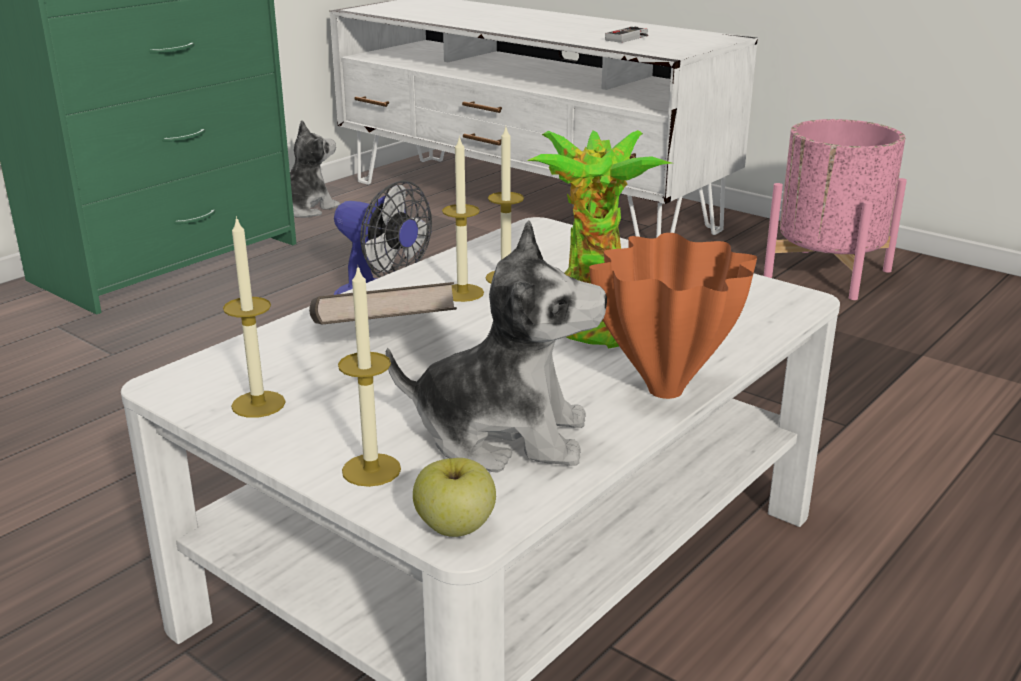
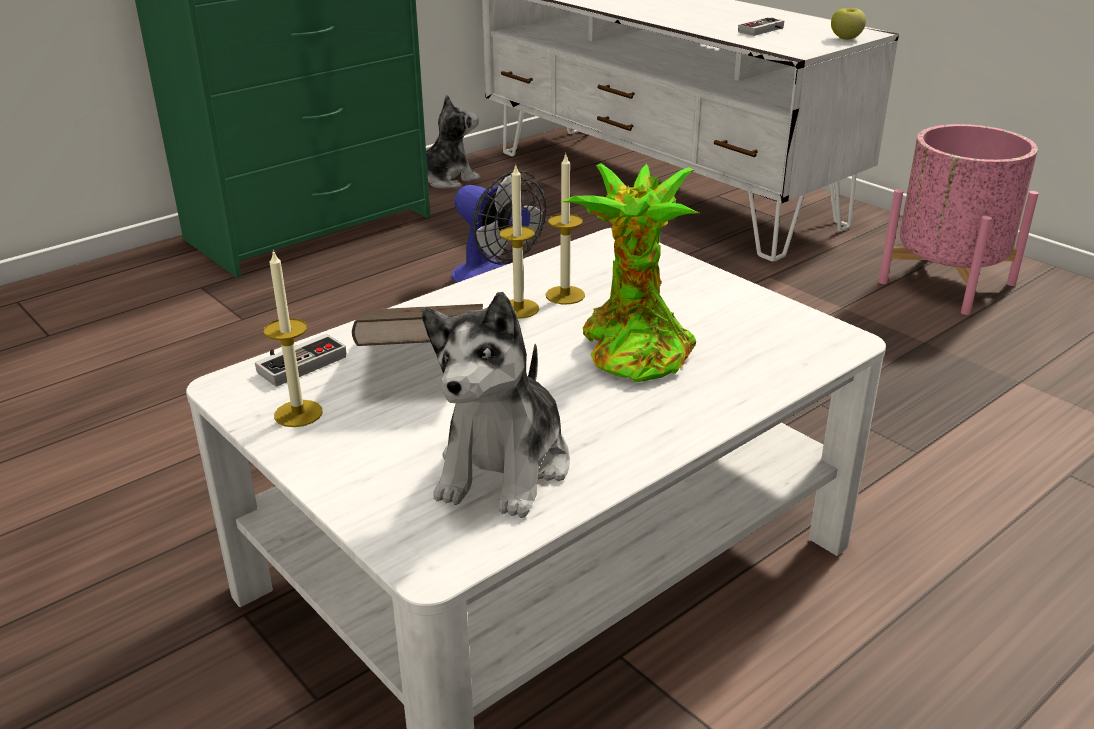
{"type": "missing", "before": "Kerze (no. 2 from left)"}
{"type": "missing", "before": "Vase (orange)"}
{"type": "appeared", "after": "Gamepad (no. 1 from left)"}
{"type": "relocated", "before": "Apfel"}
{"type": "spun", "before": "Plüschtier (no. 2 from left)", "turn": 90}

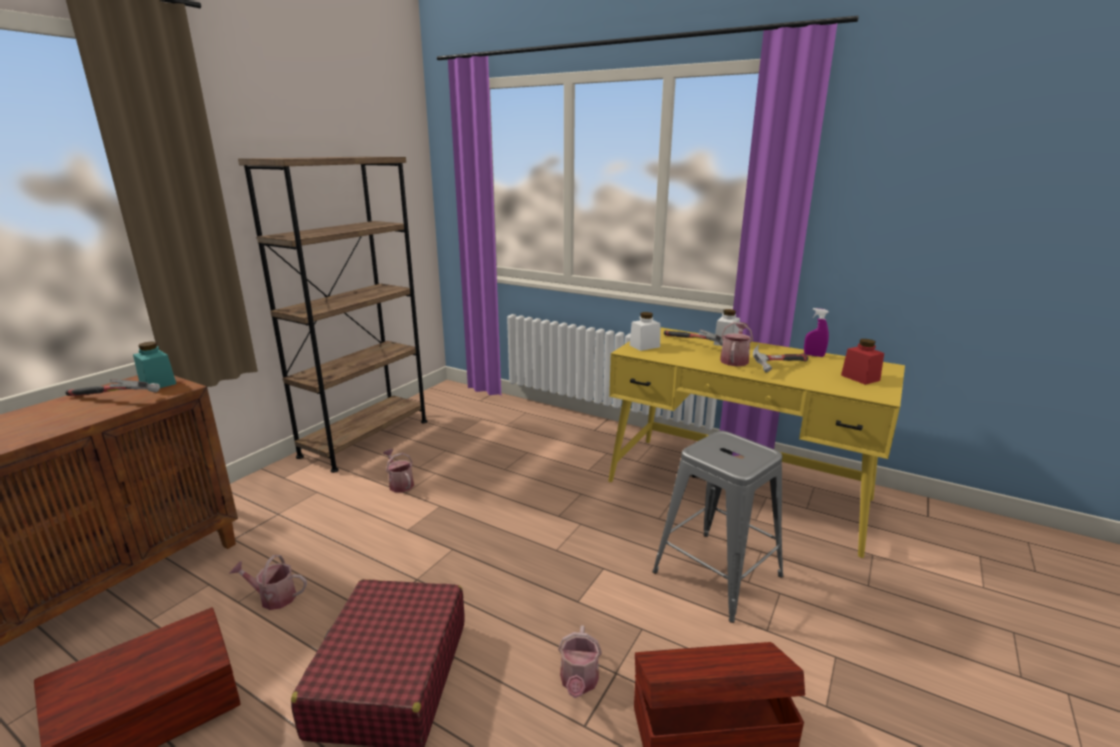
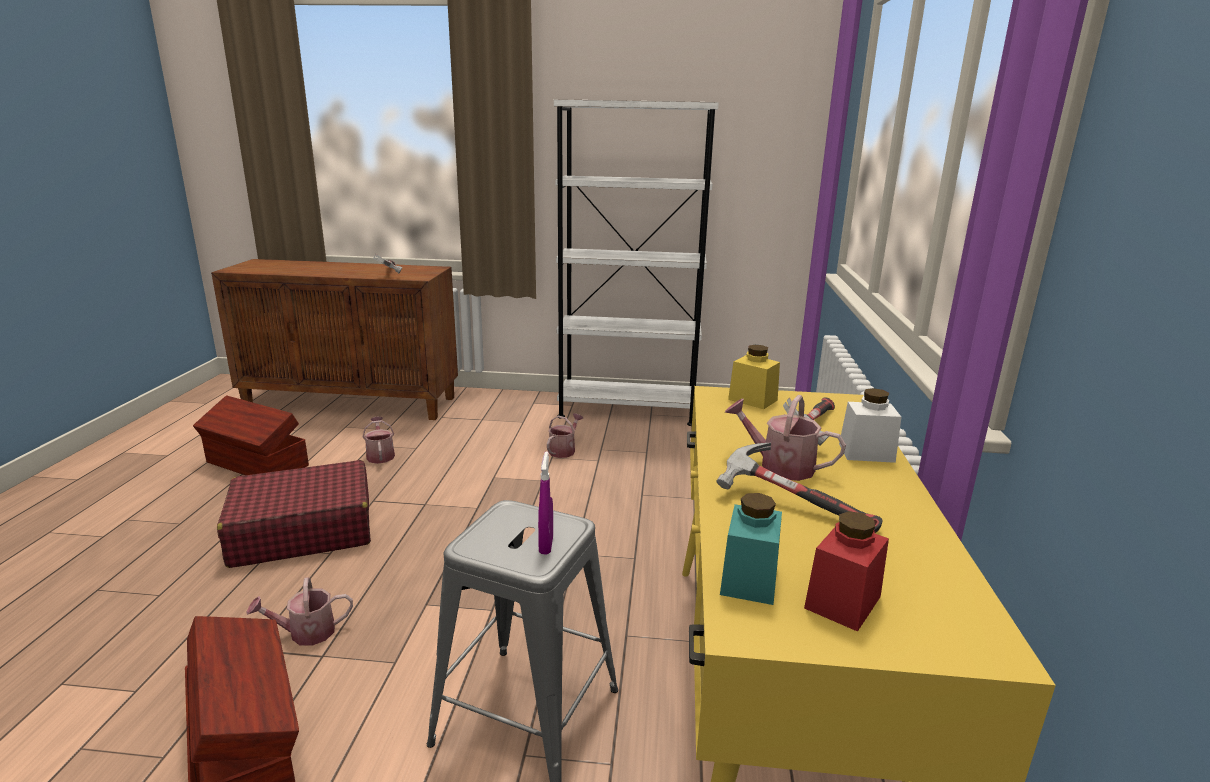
{"type": "relocated", "before": "Vorratsglas (türkis)"}
{"type": "relocated", "before": "Sprühflasche (lila)"}
{"type": "colour", "before": "Bücherregal (braun)", "after": "Bücherregal (weiß)"}
{"type": "colour", "before": "Vorratsglas (weiß) (no. 1 from left)", "after": "Vorratsglas (gelb)"}
{"type": "spun", "before": "Gießkanne (no. 4 from left)", "turn": -150}

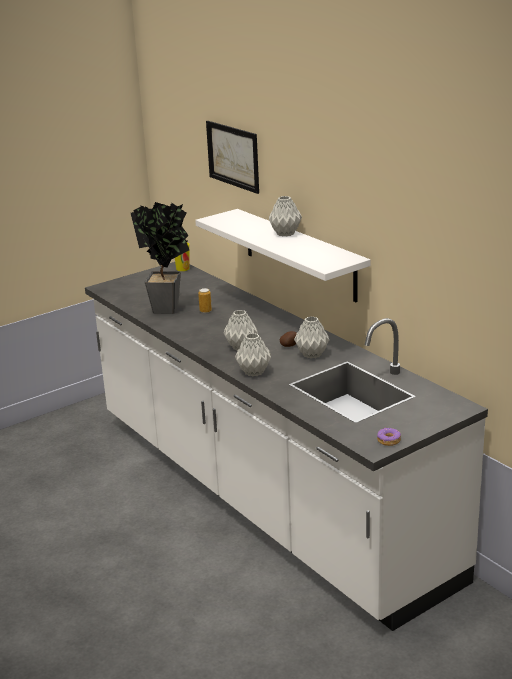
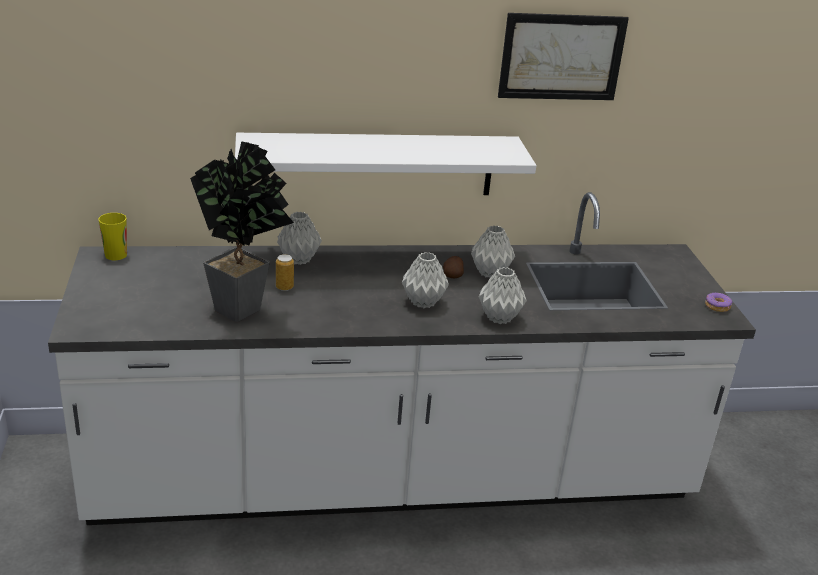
{"type": "relocated", "before": "Bild"}
{"type": "relocated", "before": "Vase (grau) (no. 3 from left in the first image)", "after": "Vase (grau) (no. 1 from left)"}

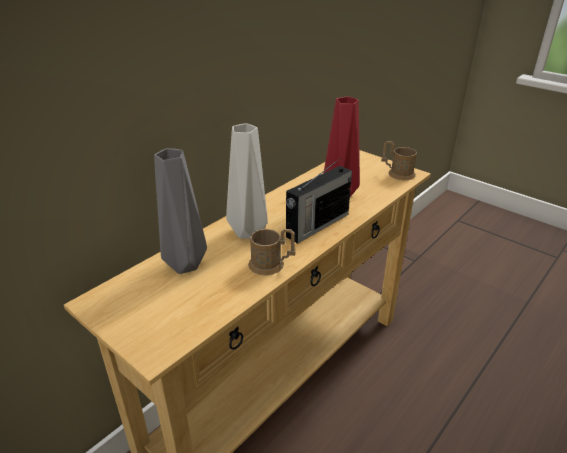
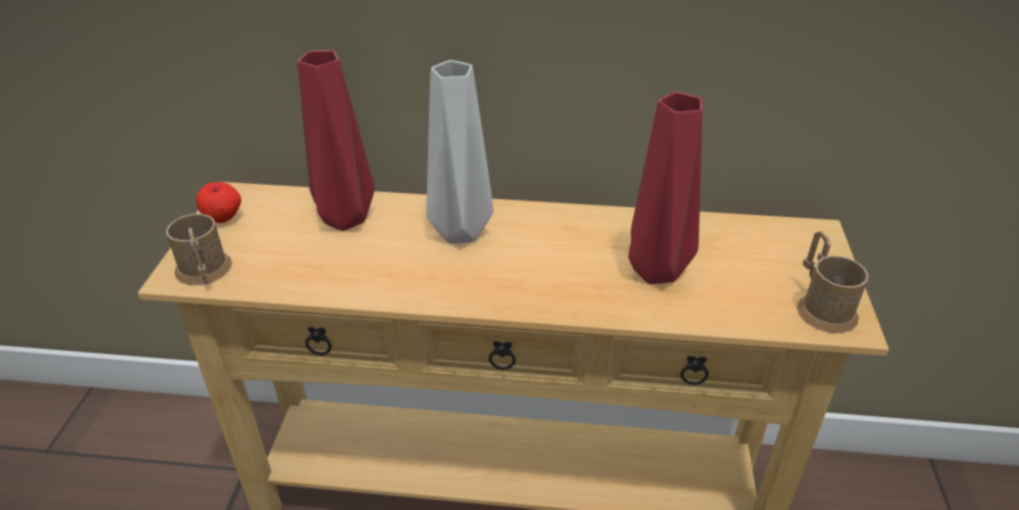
{"type": "missing", "before": "Radio"}
{"type": "appeared", "after": "Apfel"}
{"type": "relocated", "before": "Henkelbecher (braun) (no. 1 from left)"}
{"type": "colour", "before": "Vase (grau) (no. 1 from left)", "after": "Vase (rot) (no. 1 from left)"}

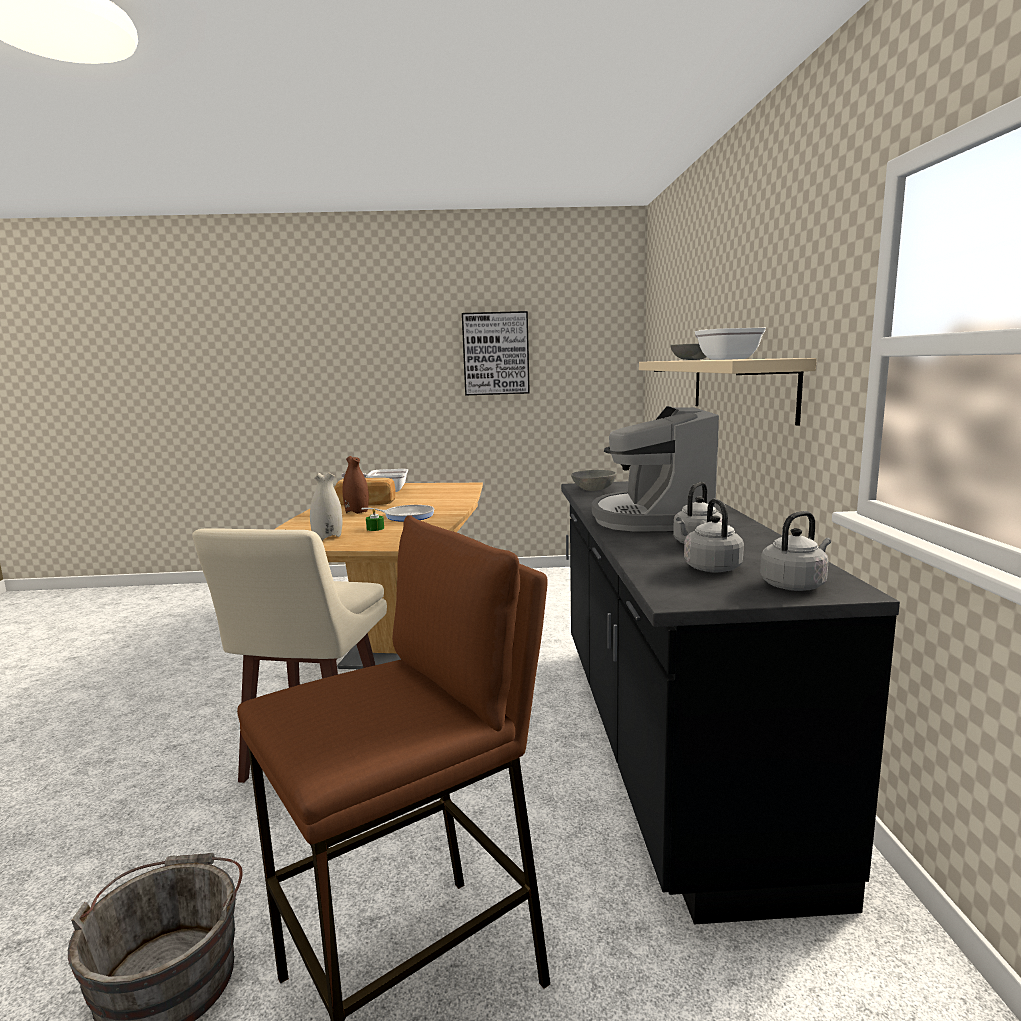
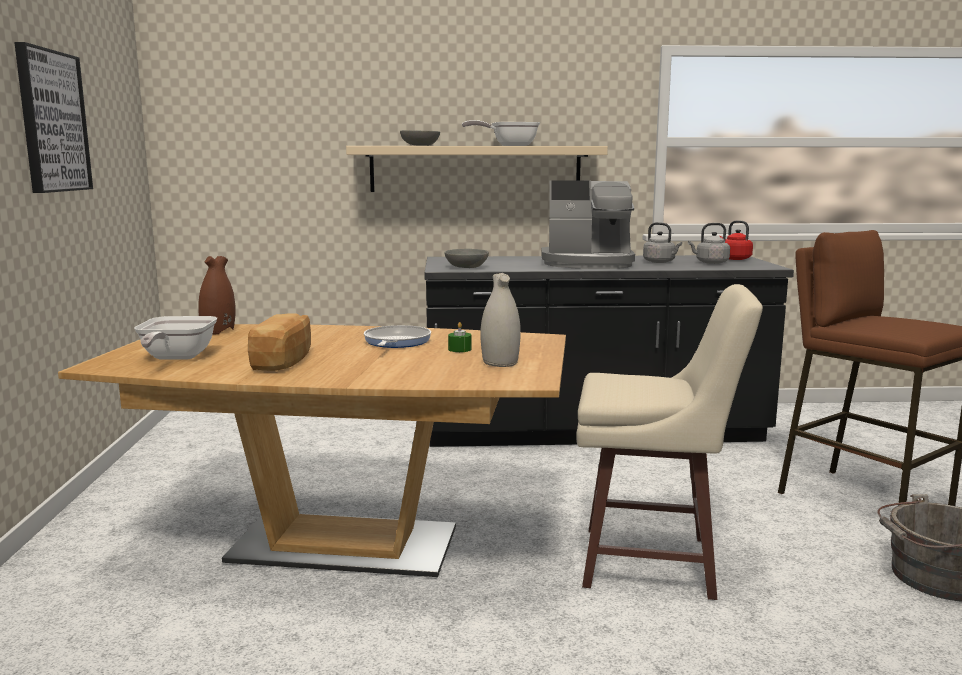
{"type": "relocated", "before": "Vase (braun)"}
{"type": "colour", "before": "Wasserkessel (grau) (no. 3 from left)", "after": "Wasserkessel (rot)"}

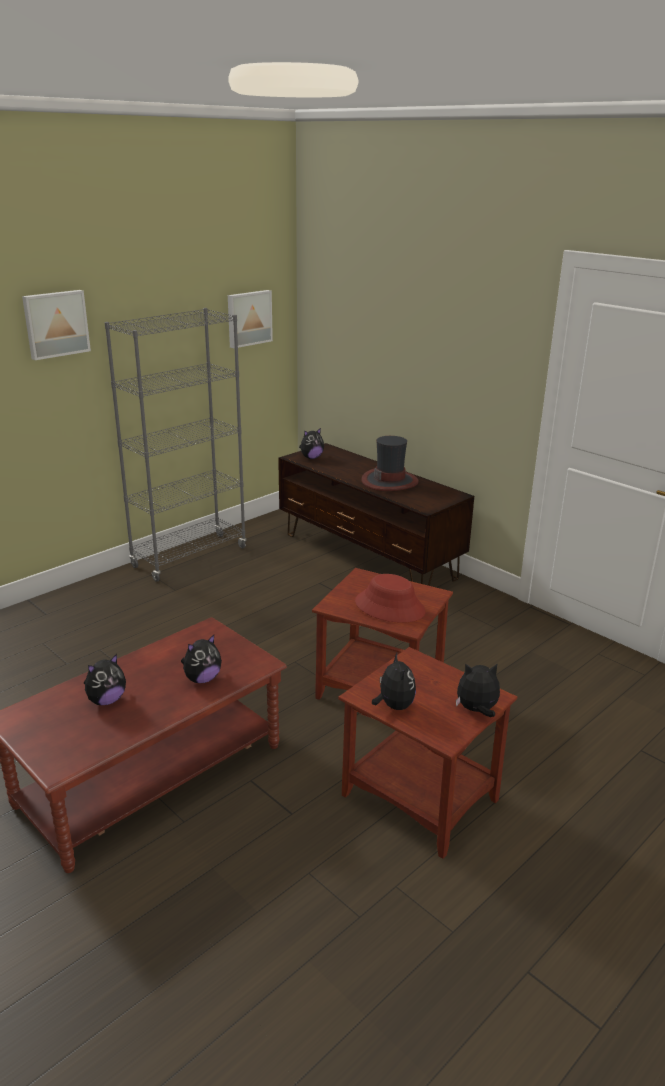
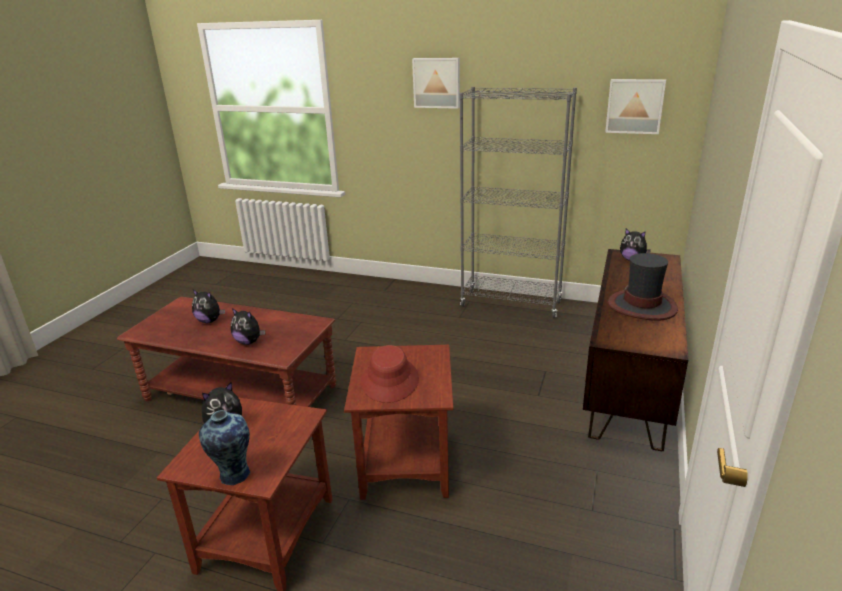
{"type": "exchanged", "before": "Plüschtier (no. 5 from left)", "after": "Vase"}

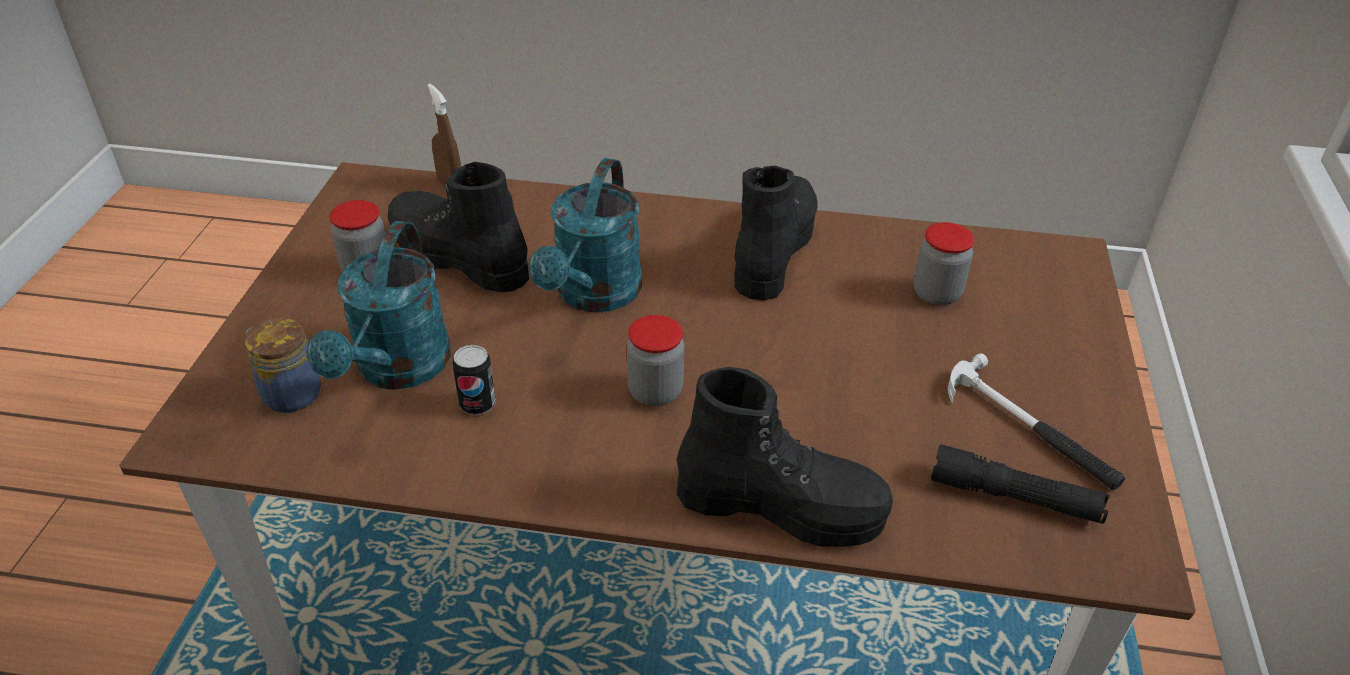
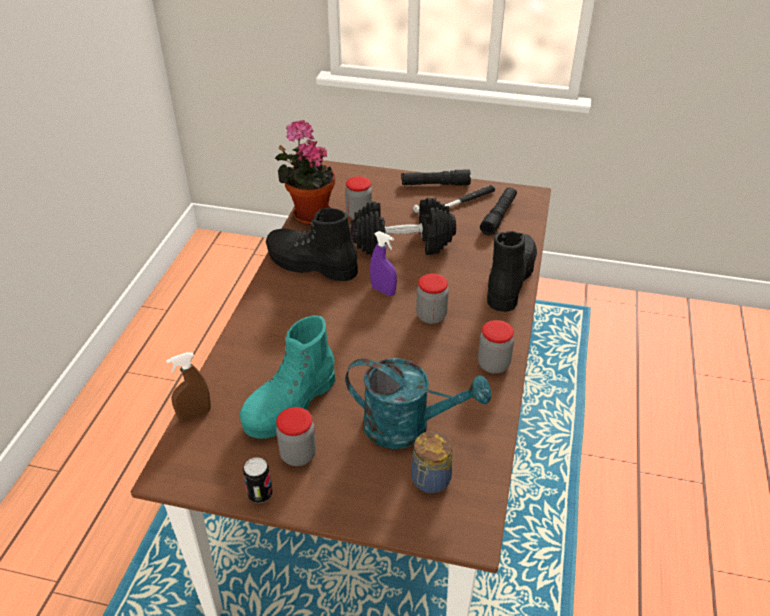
{"type": "missing", "before": "Gießkanne (türkis) (no. 2 from left)"}
{"type": "appeared", "after": "Topfpflanze"}
{"type": "appeared", "after": "Hantel (schwarz)"}
{"type": "appeared", "after": "Sprühflasche (lila)"}
{"type": "appeared", "after": "Taschenlampe (schwarz) (no. 1 from left)"}
{"type": "appeared", "after": "Vorratsglas (no. 5 from left)"}
{"type": "relocated", "before": "Dose"}
{"type": "colour", "before": "Stiefel (schwarz) (no. 1 from left)", "after": "Stiefel (türkis)"}

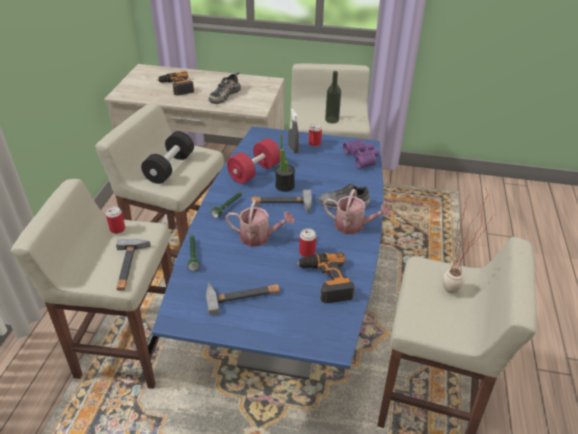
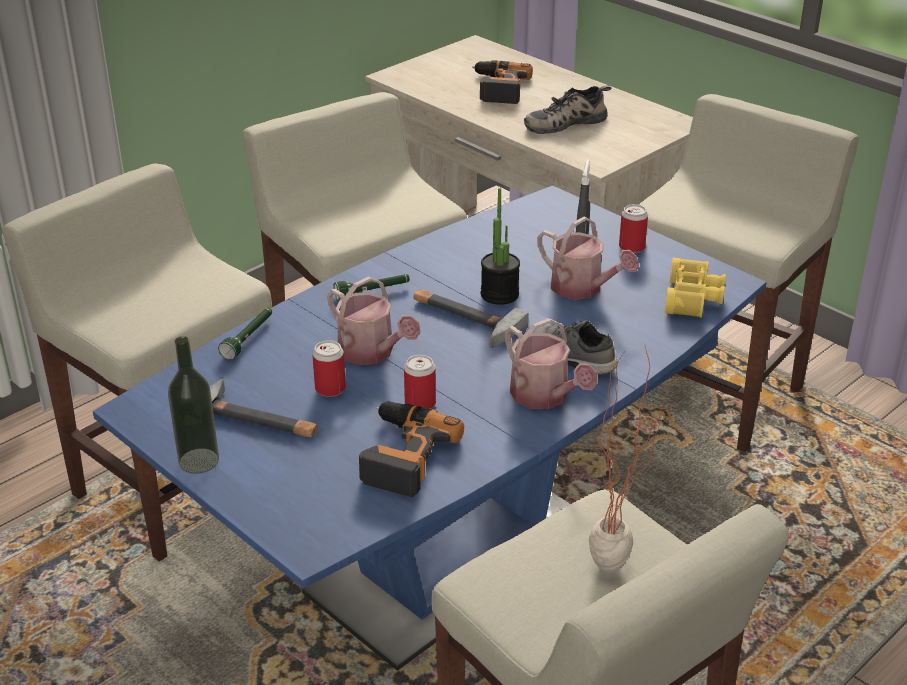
{"type": "missing", "before": "Hammer (no. 1 from left)"}
{"type": "missing", "before": "Hantel (schwarz)"}
{"type": "missing", "before": "Hantel (rot)"}
{"type": "appeared", "after": "Gießkanne (no. 3 from left)"}
{"type": "relocated", "before": "Dose (no. 1 from left)"}
{"type": "relocated", "before": "Flasche"}
{"type": "colour", "before": "Fernglas (lila)", "after": "Fernglas (gelb)"}

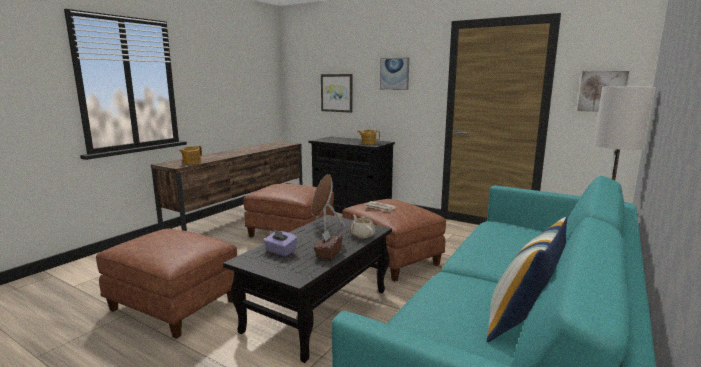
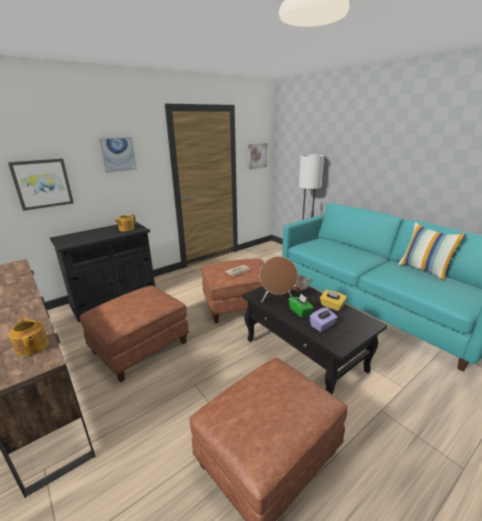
{"type": "appeared", "after": "Taschentuchbox (grün)"}
{"type": "colour", "before": "Taschentuchbox (braun)", "after": "Taschentuchbox (gelb)"}

